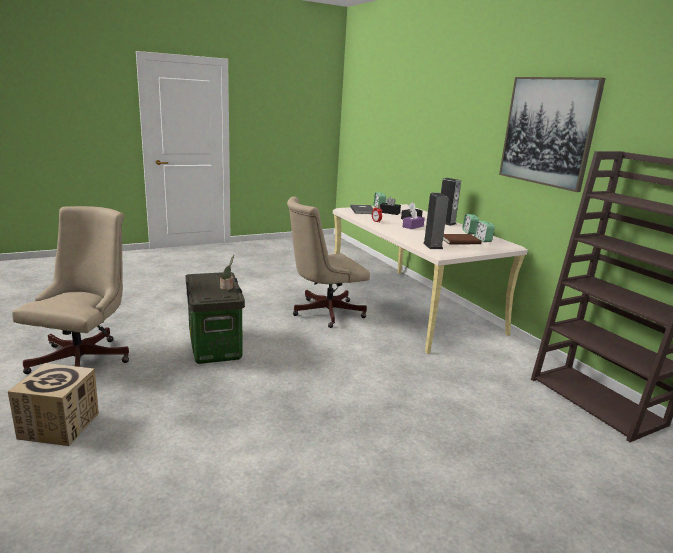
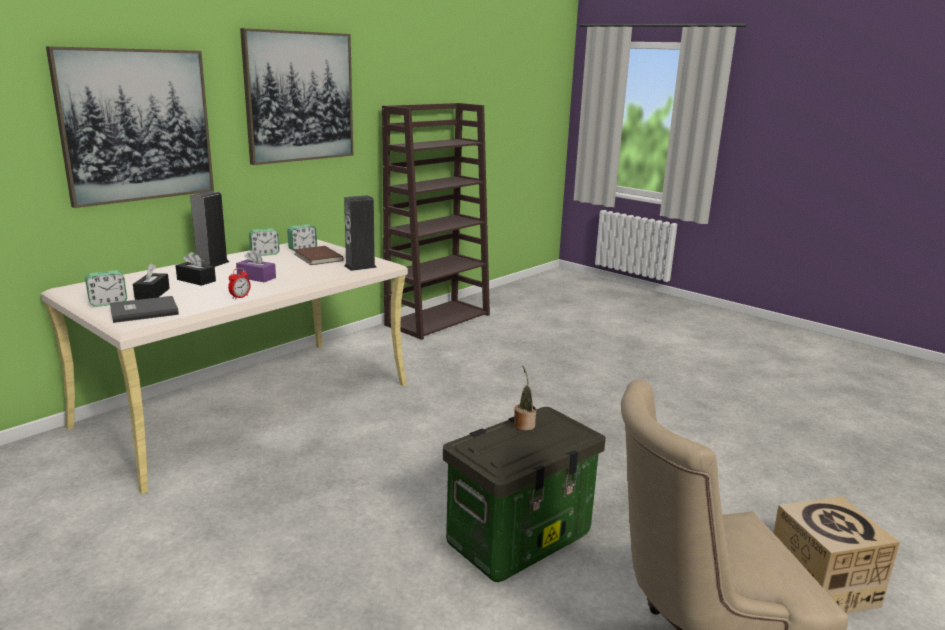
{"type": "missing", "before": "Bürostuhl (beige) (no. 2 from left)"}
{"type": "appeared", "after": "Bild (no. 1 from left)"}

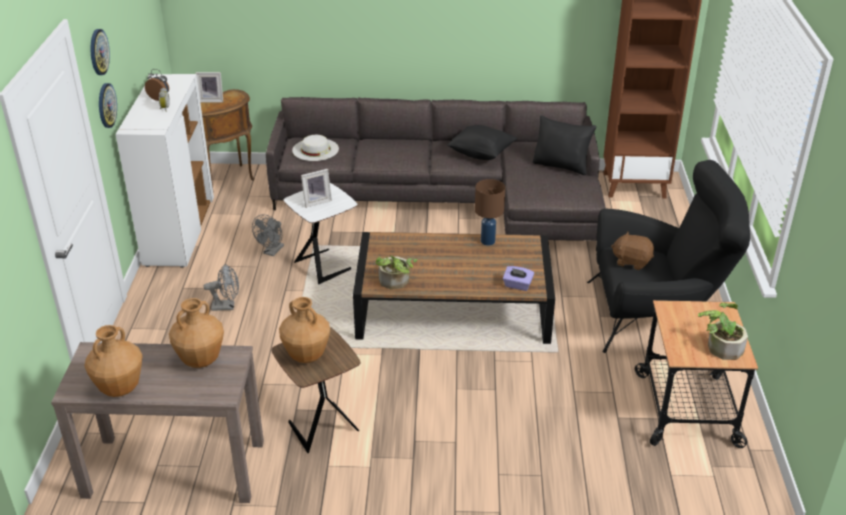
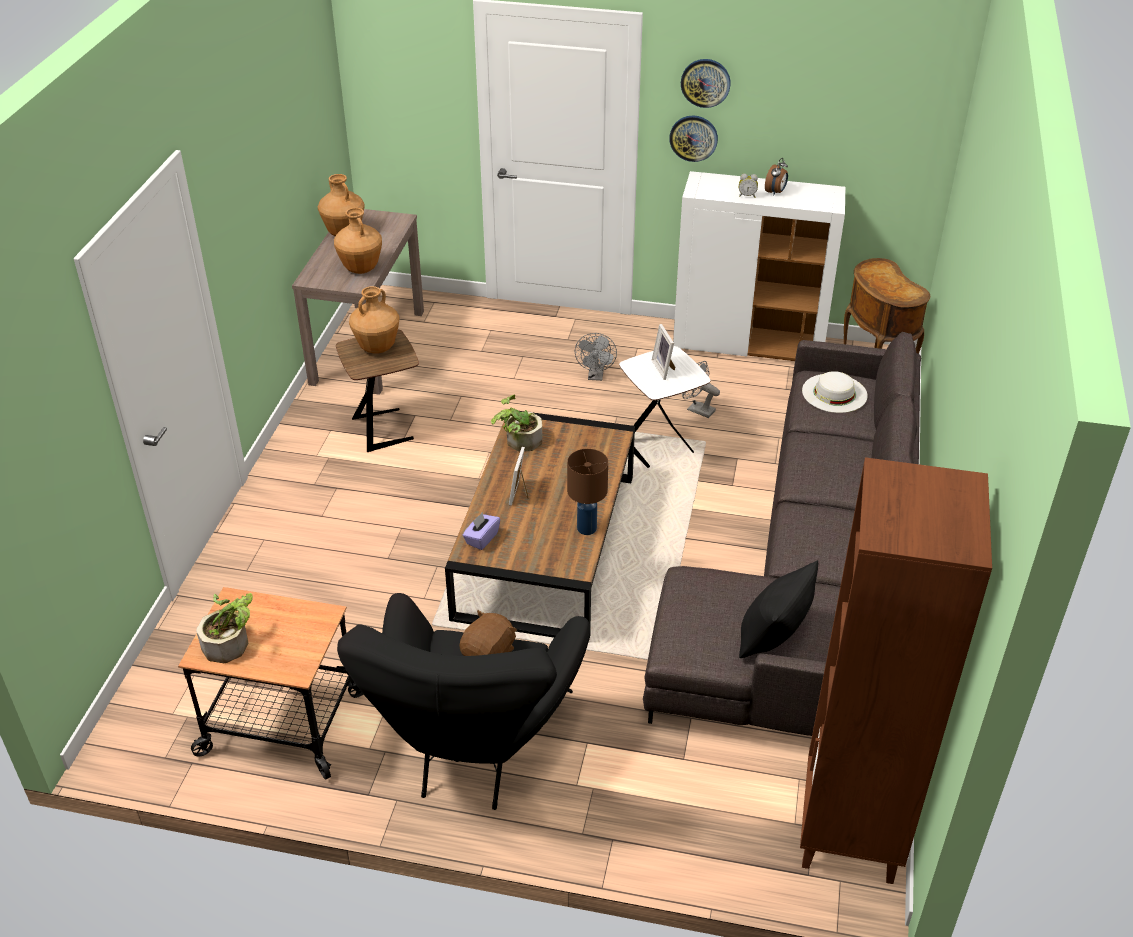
{"type": "missing", "before": "Kissen (schwarz) (no. 1 from left)"}
{"type": "relocated", "before": "Bilderrahmen (no. 1 from left)"}

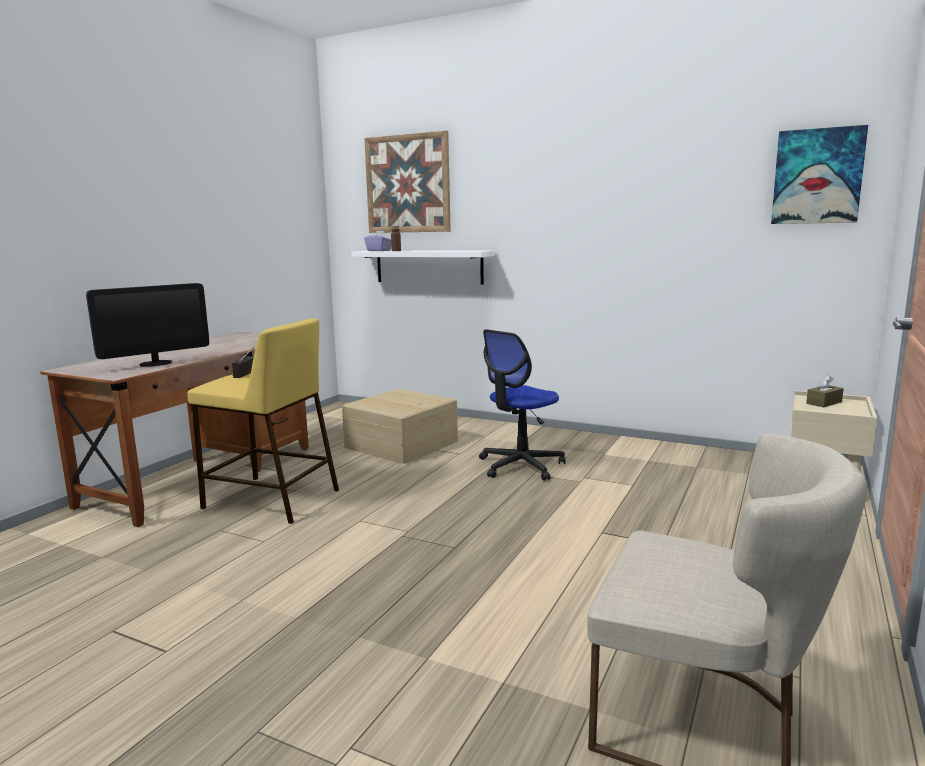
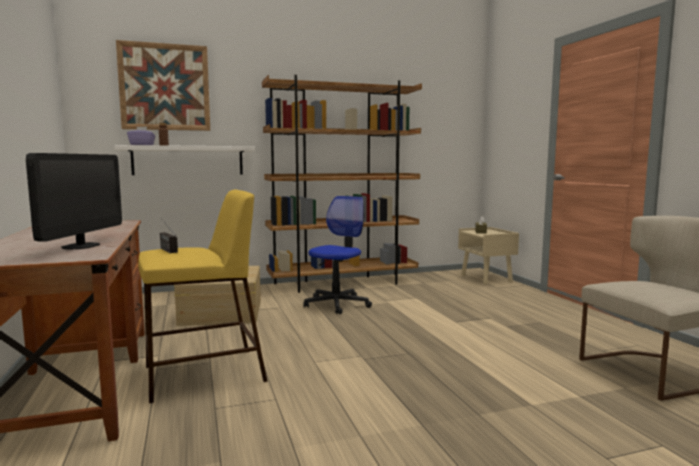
{"type": "missing", "before": "Bild (no. 2 from left)"}
{"type": "appeared", "after": "Bücherregal (braun)"}
{"type": "spun", "before": "Bürostuhl", "turn": -150}

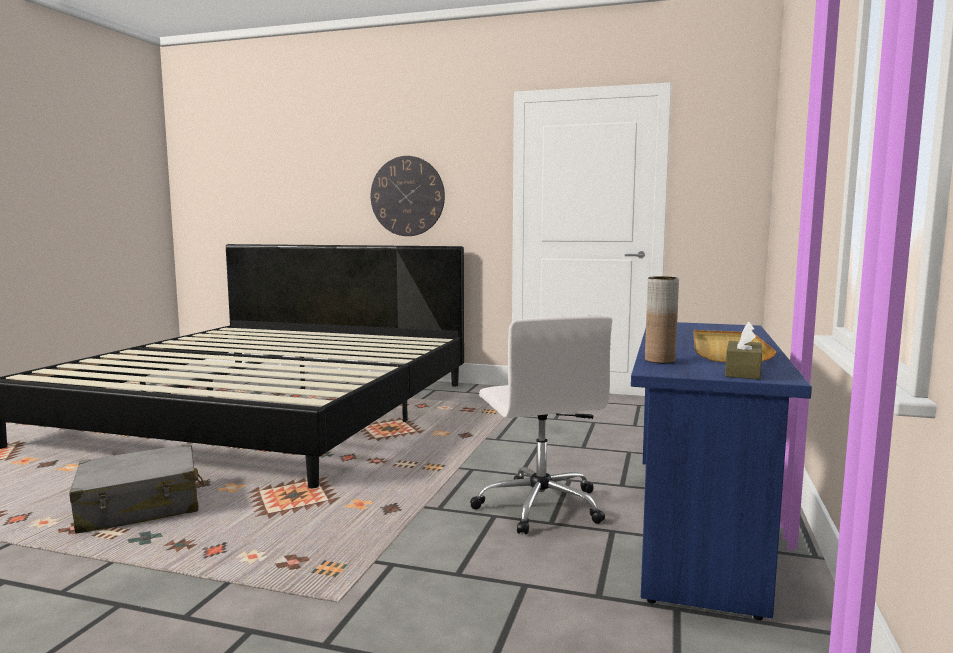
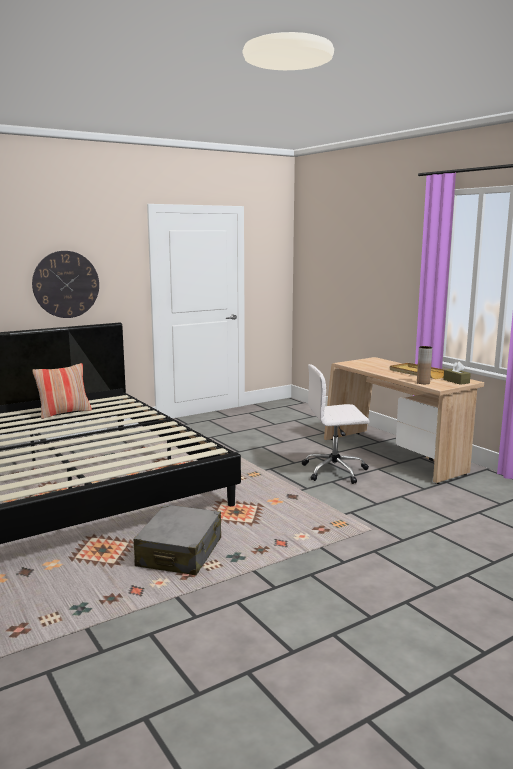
{"type": "appeared", "after": "Kissen"}
{"type": "colour", "before": "Schreibtisch (blau)", "after": "Schreibtisch (beige)"}
{"type": "spun", "before": "Bürostuhl (weiß)", "turn": 150}

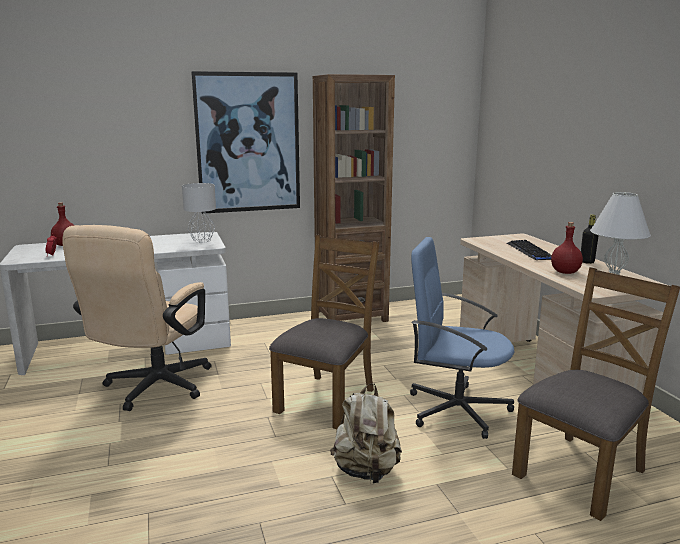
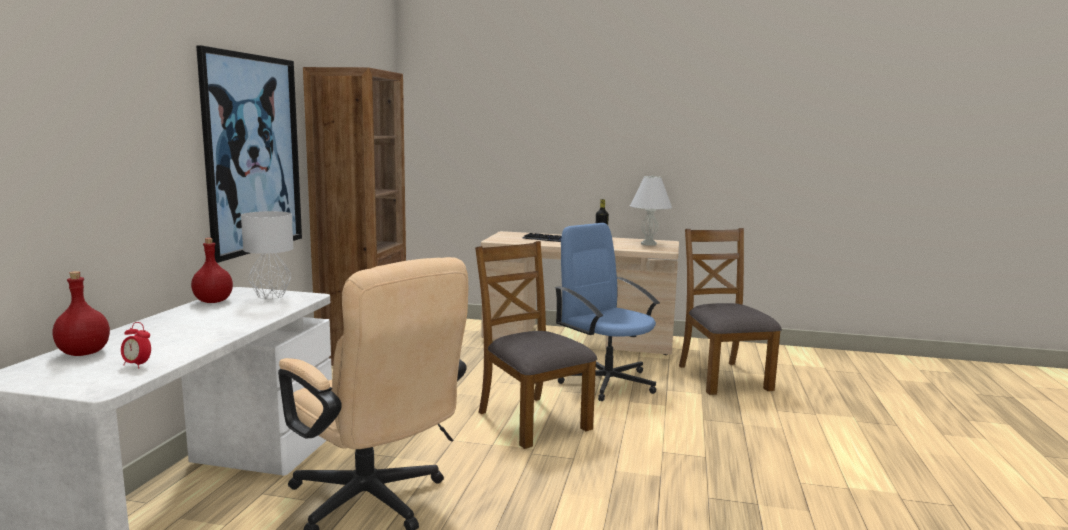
{"type": "missing", "before": "Rucksack (beige)"}
{"type": "relocated", "before": "Flasche (rot) (no. 2 from left)"}
{"type": "spun", "before": "Bürostuhl (blau)", "turn": 90}

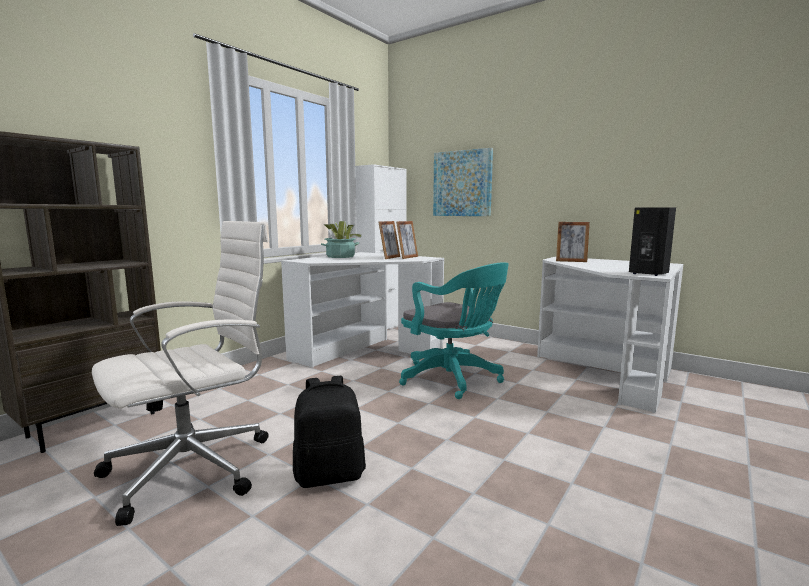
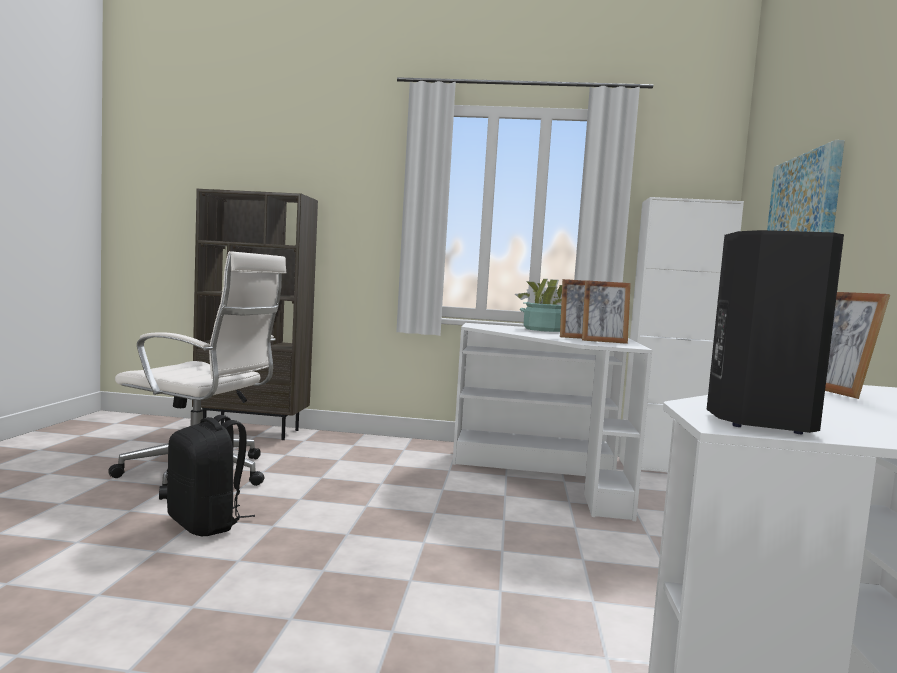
{"type": "missing", "before": "Bürostuhl (türkis)"}

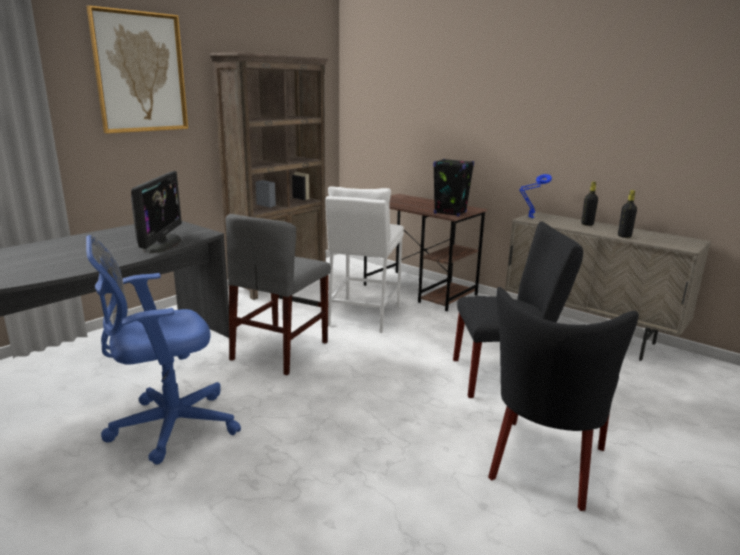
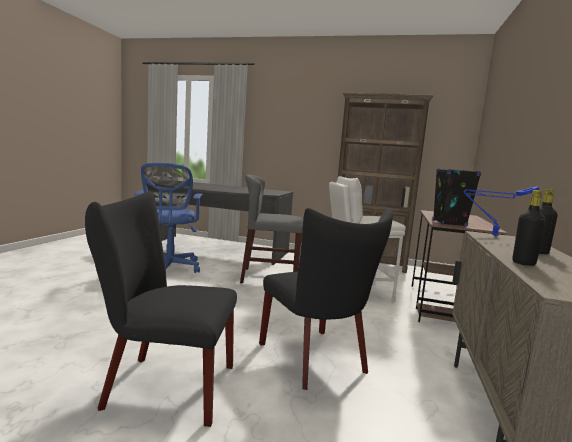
{"type": "missing", "before": "Bild"}
{"type": "missing", "before": "Monitor"}
{"type": "spun", "before": "Bürostuhl (blau)", "turn": -135}

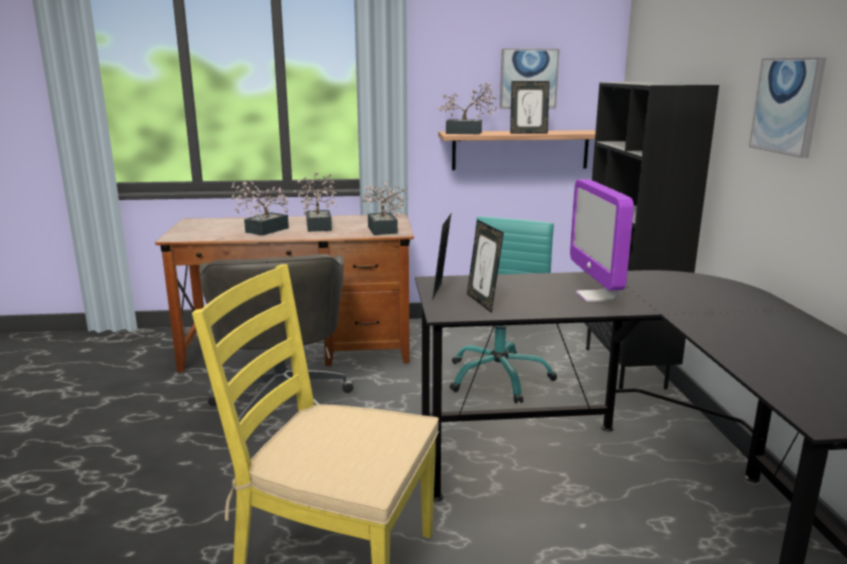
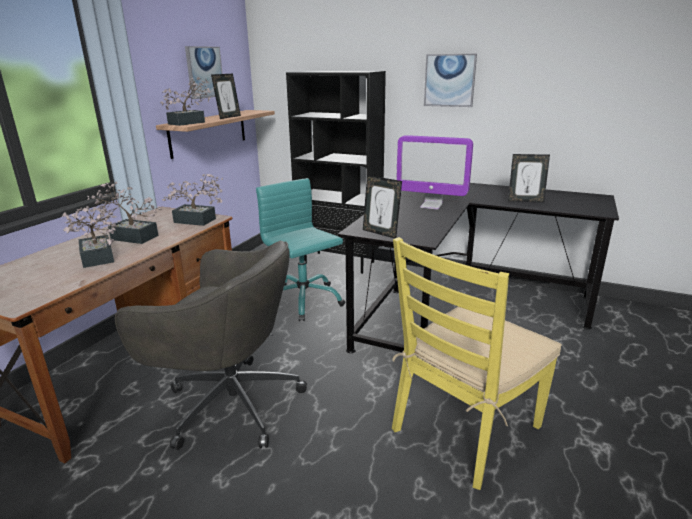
{"type": "relocated", "before": "Bilderrahmen (no. 2 from left in the first image)", "after": "Bilderrahmen (no. 3 from left)"}

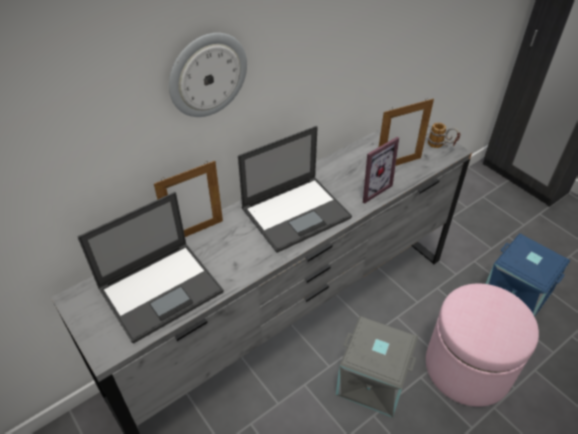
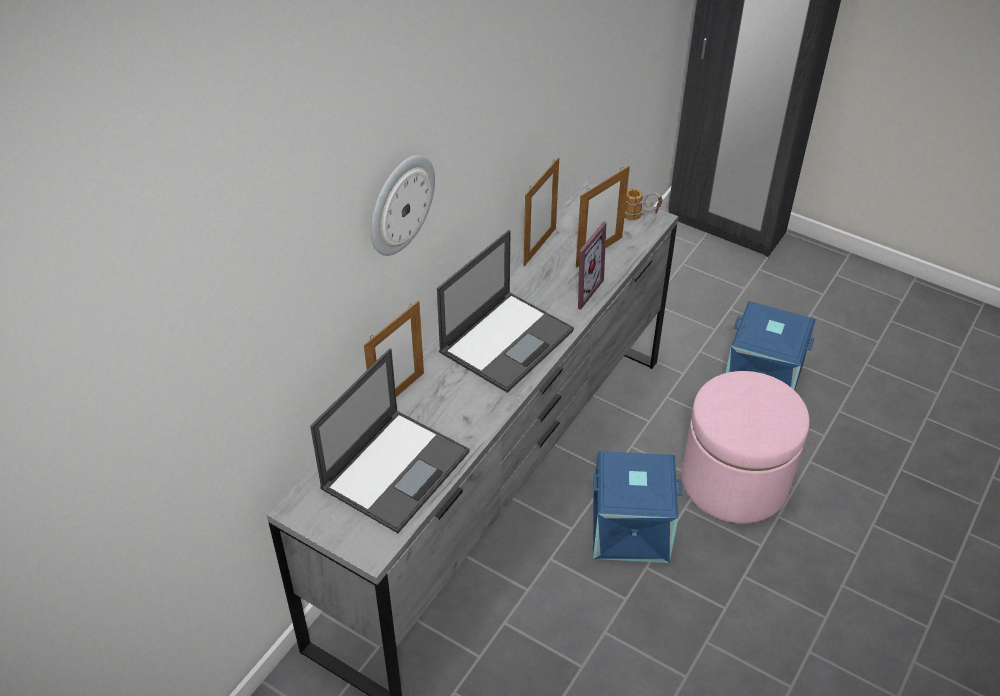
{"type": "appeared", "after": "Bilderrahmen (no. 2 from left)"}
{"type": "colour", "before": "Aufbewahrungsbox (grau)", "after": "Aufbewahrungsbox (blau) (no. 1 from left)"}

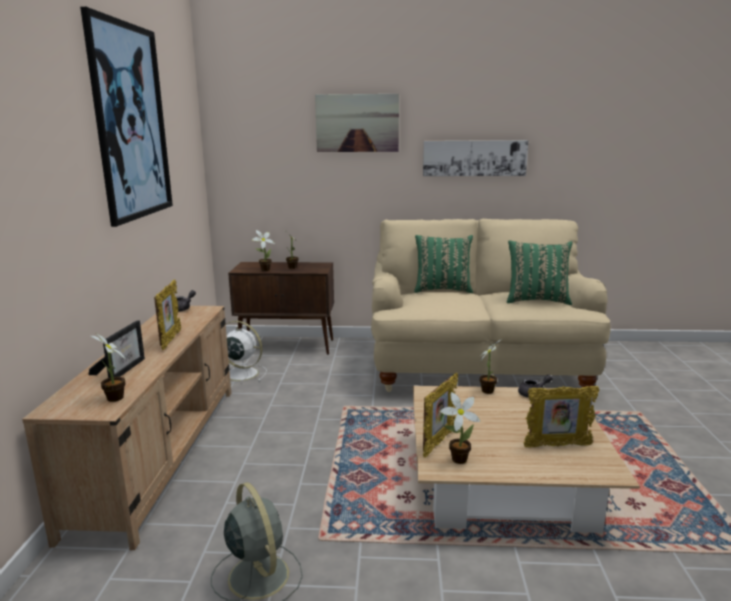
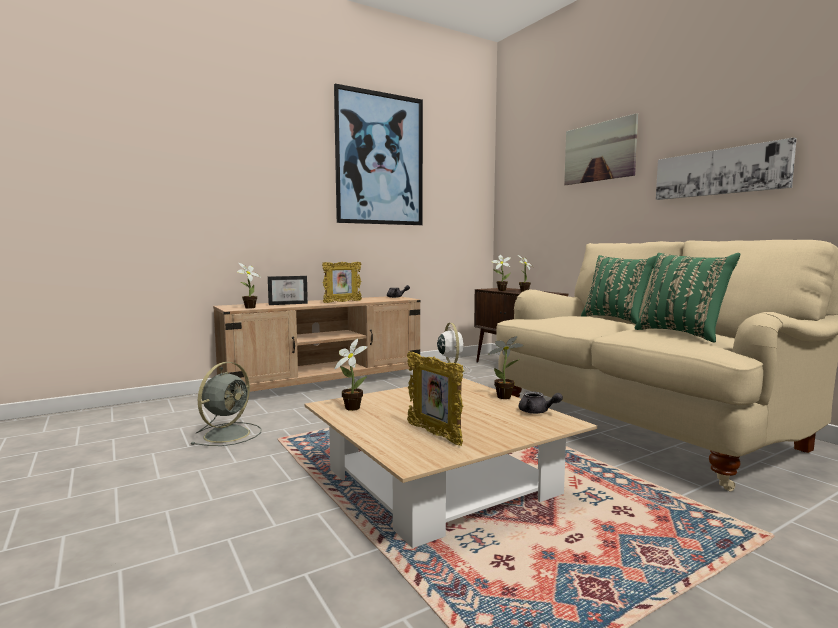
{"type": "missing", "before": "Bilderrahmen (no. 3 from left)"}

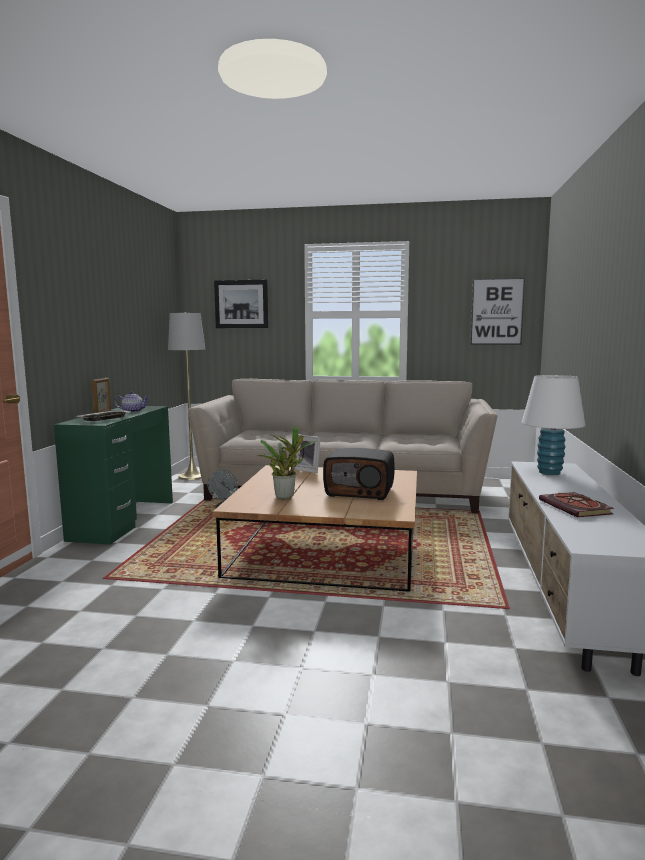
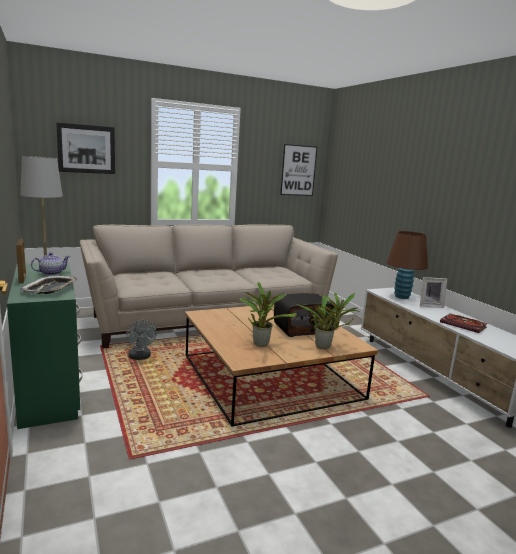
{"type": "appeared", "after": "Topfpflanze (no. 2 from left)"}
{"type": "relocated", "before": "Bilderrahmen (no. 2 from left)"}
{"type": "colour", "before": "Tischlampe (weiß)", "after": "Tischlampe (braun)"}

